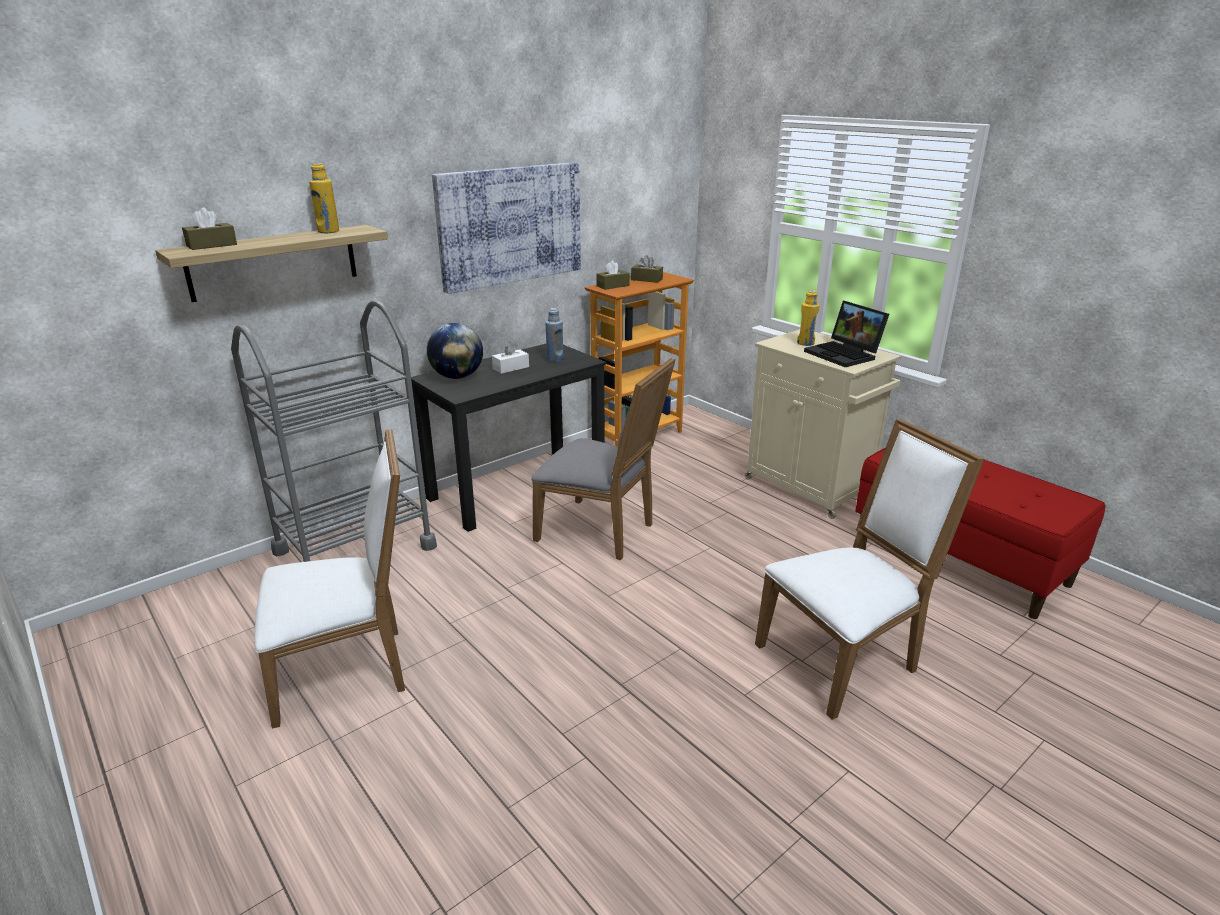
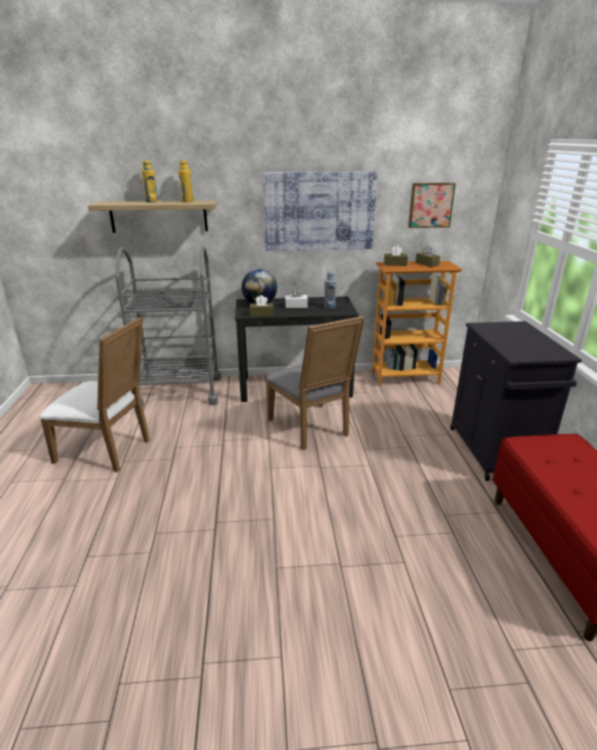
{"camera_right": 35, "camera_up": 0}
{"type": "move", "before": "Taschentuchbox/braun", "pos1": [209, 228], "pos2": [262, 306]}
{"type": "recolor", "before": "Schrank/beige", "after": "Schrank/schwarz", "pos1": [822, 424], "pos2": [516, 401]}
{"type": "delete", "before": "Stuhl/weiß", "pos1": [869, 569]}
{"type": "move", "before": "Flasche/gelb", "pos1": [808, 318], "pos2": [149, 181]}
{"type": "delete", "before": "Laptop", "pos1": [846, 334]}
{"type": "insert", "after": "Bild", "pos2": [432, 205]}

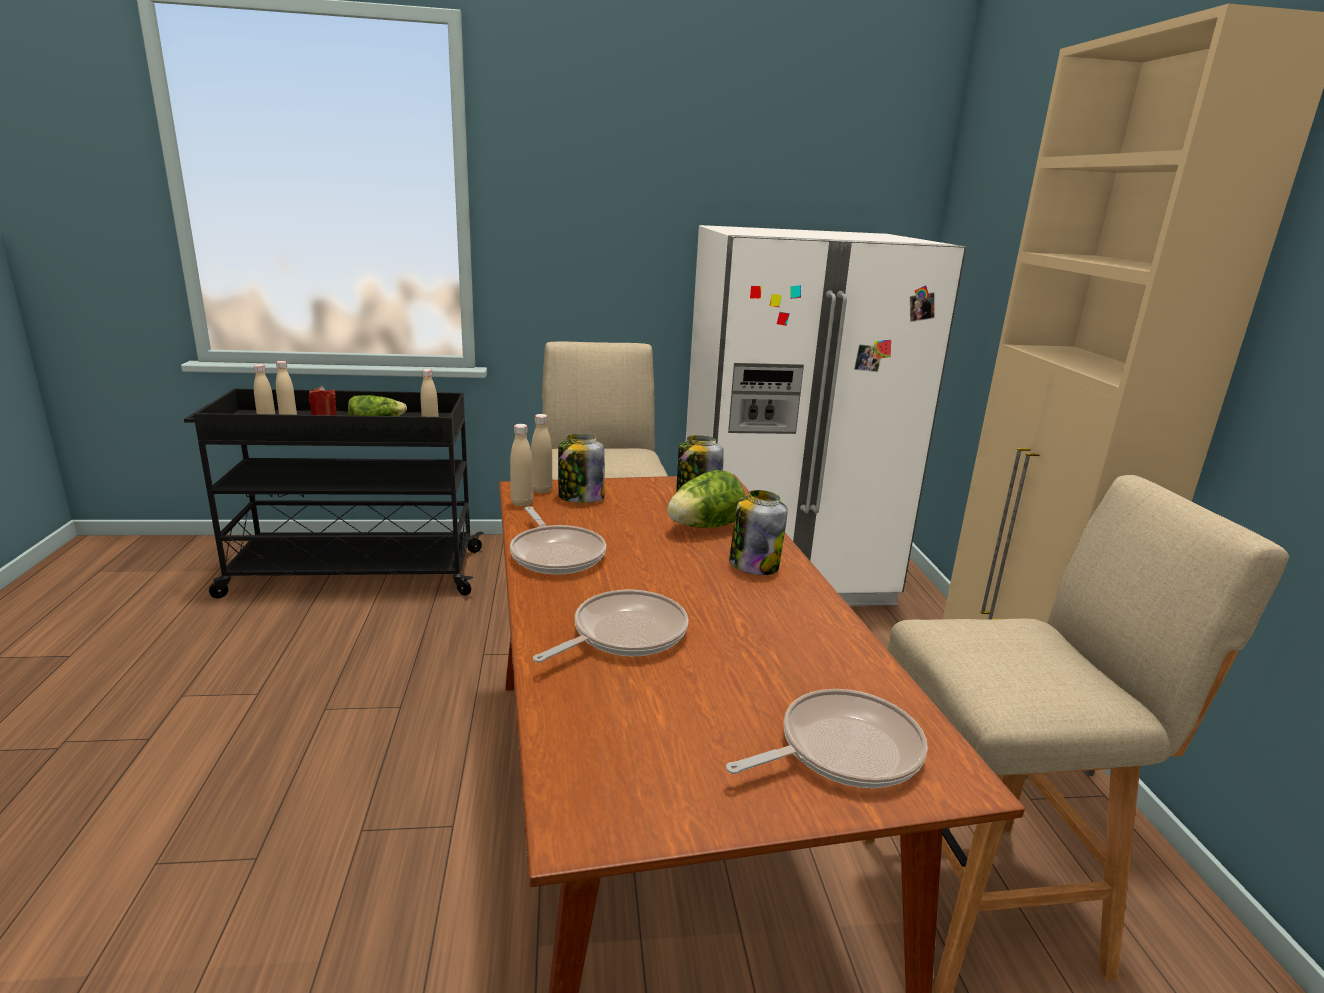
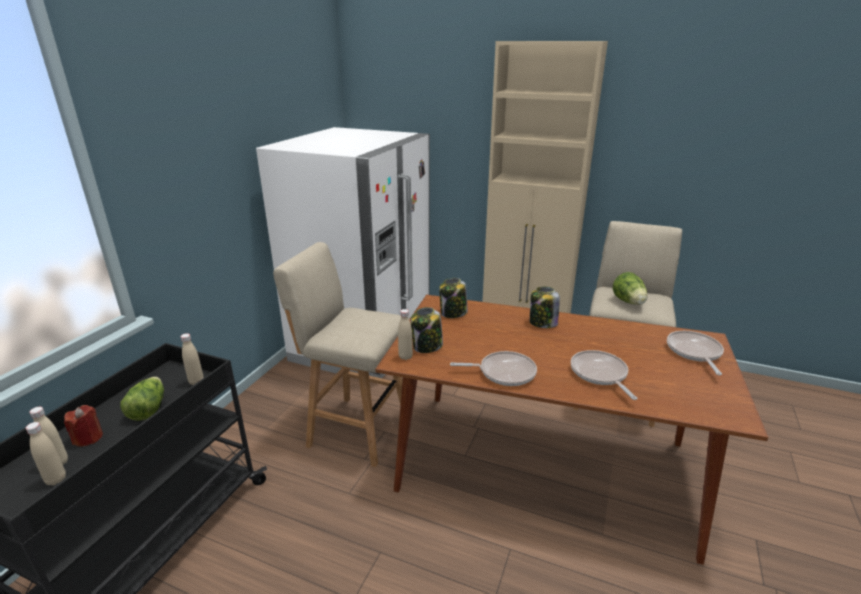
{"camera_right": -60, "camera_up": 5}
{"type": "delete", "before": "Flasche/beige", "pos1": [521, 465]}
{"type": "move", "before": "Salatkopf", "pos1": [706, 499], "pos2": [630, 288]}

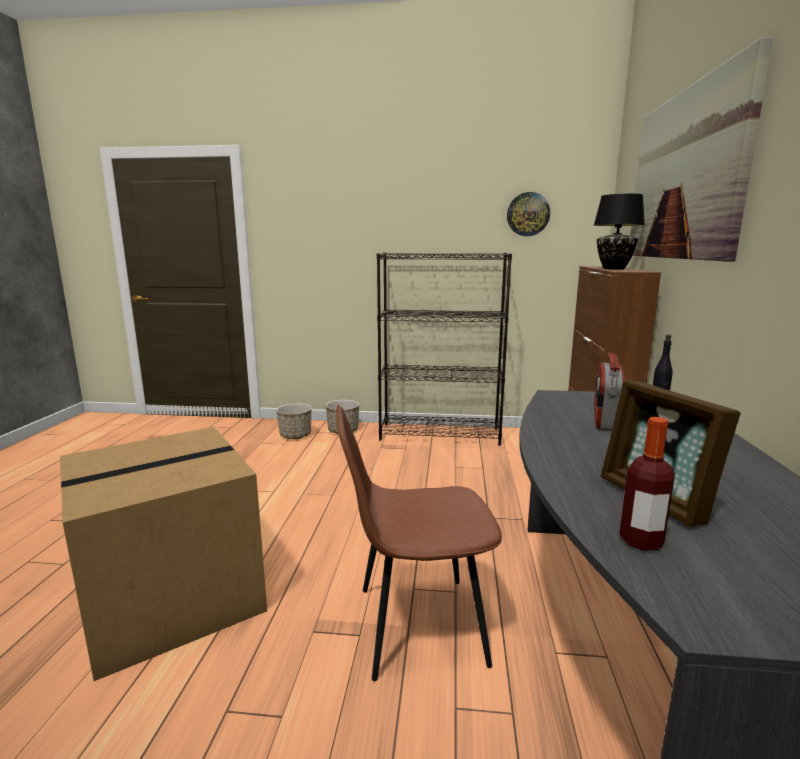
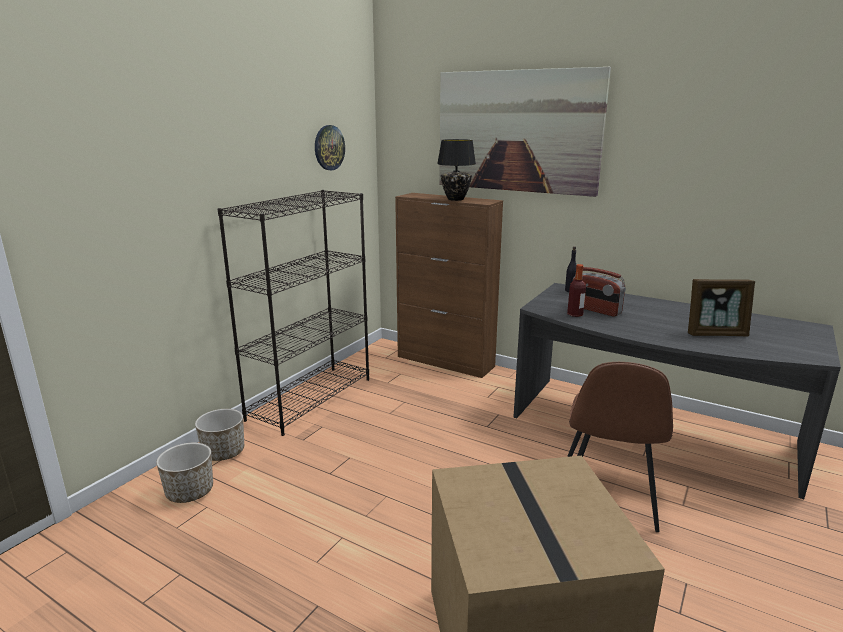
{"camera_right": -65, "camera_up": 5}
{"type": "move", "before": "Flasche", "pos1": [647, 484], "pos2": [576, 290]}

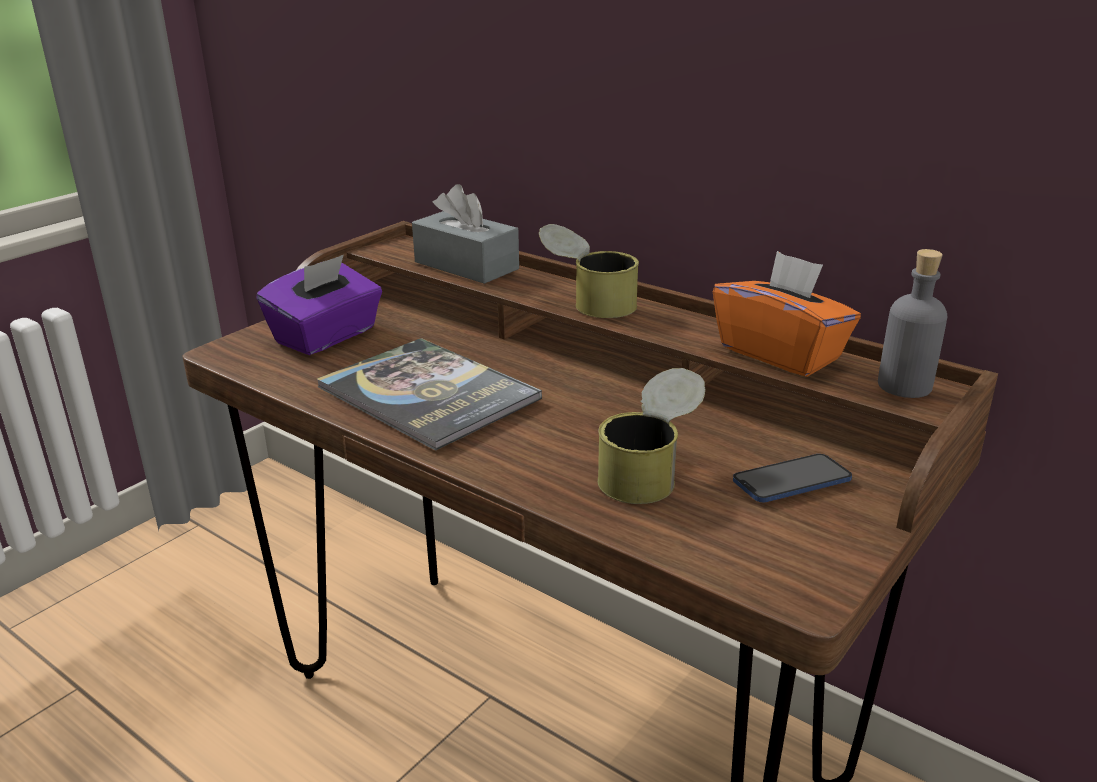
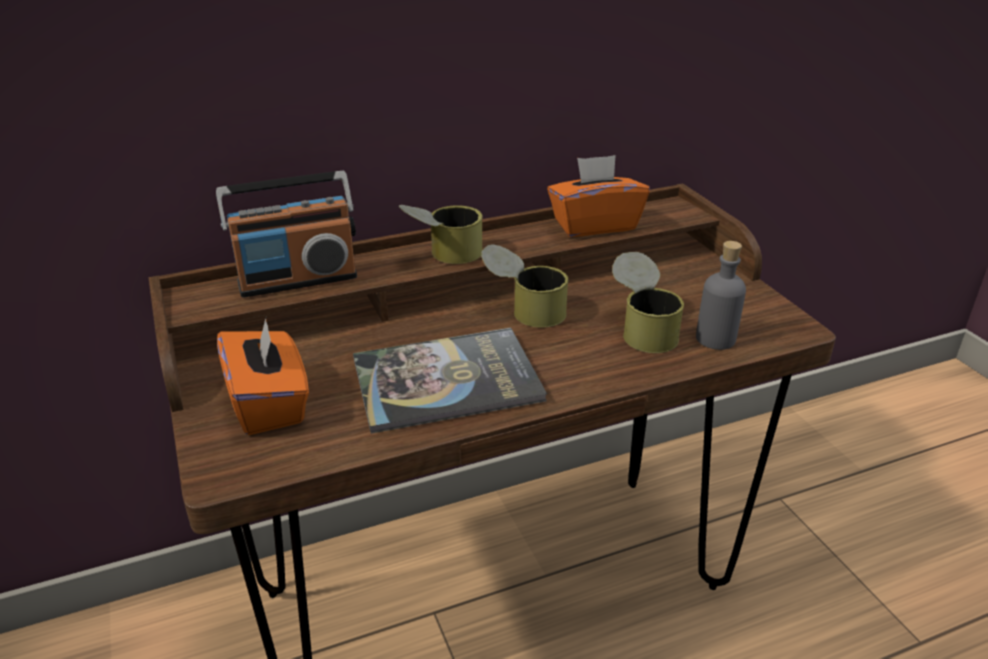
{"camera_right": -60, "camera_up": 5}
{"type": "recolor", "before": "Taschentuchbox/lila", "after": "Taschentuchbox/orange", "pos1": [319, 305], "pos2": [263, 376]}
{"type": "replace", "before": "Taschentuchbox/grau", "after": "Radio", "pos1": [465, 234], "pos2": [286, 234]}
{"type": "delete", "before": "Handy", "pos1": [792, 478]}
{"type": "move", "before": "Flasche/grau", "pos1": [912, 323], "pos2": [721, 295]}
{"type": "insert", "after": "Dose", "pos2": [525, 286]}

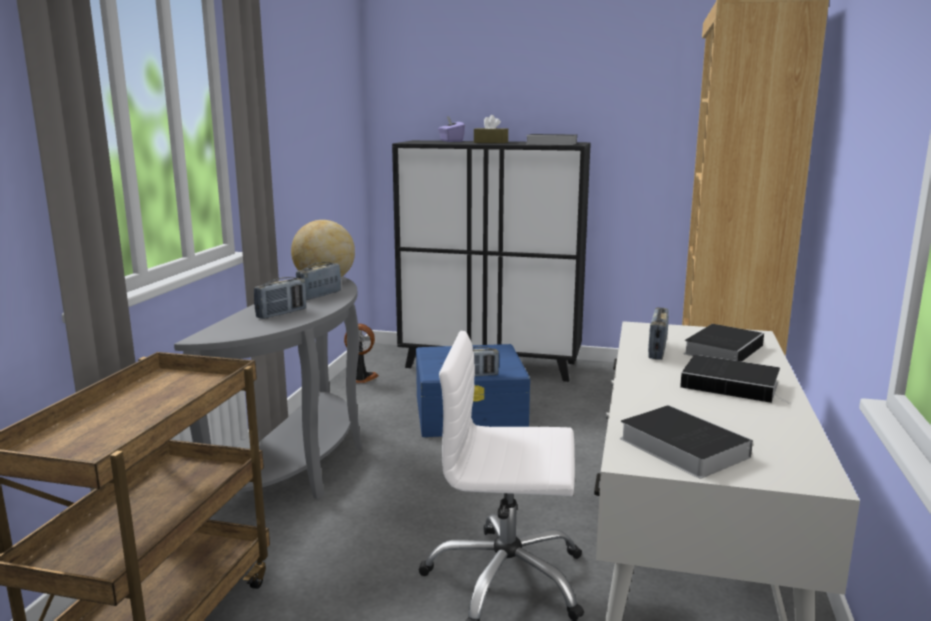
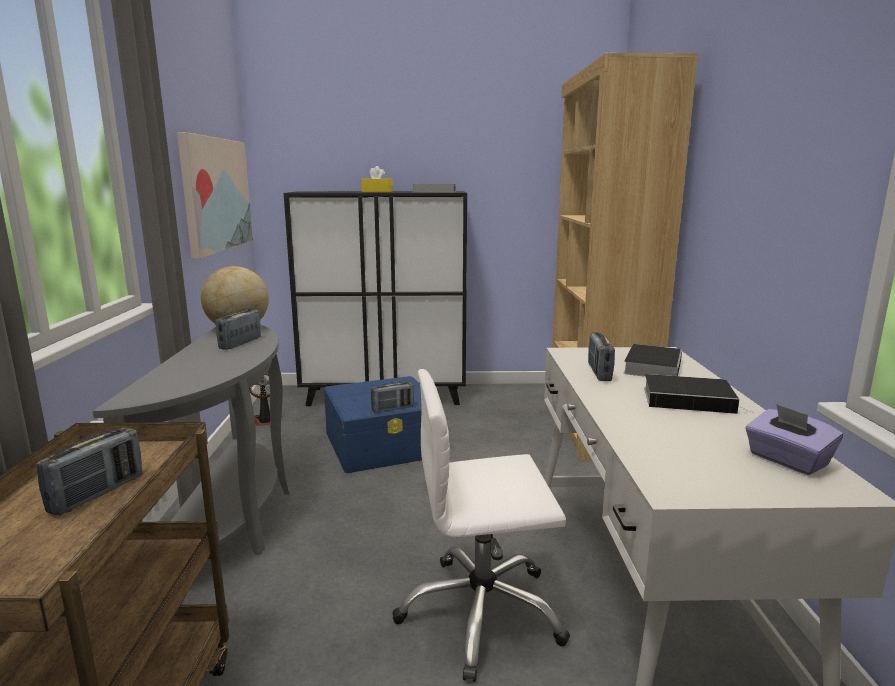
{"camera_right": -15, "camera_up": 0}
{"type": "move", "before": "Radio", "pos1": [280, 298], "pos2": [89, 472]}
{"type": "move", "before": "Taschentuchbox/lila", "pos1": [451, 129], "pos2": [794, 439]}
{"type": "recolor", "before": "Taschentuchbox/braun", "after": "Taschentuchbox/gelb", "pos1": [491, 129], "pos2": [377, 179]}
{"type": "delete", "before": "Buch", "pos1": [686, 441]}
{"type": "insert", "after": "Bild", "pos2": [215, 195]}

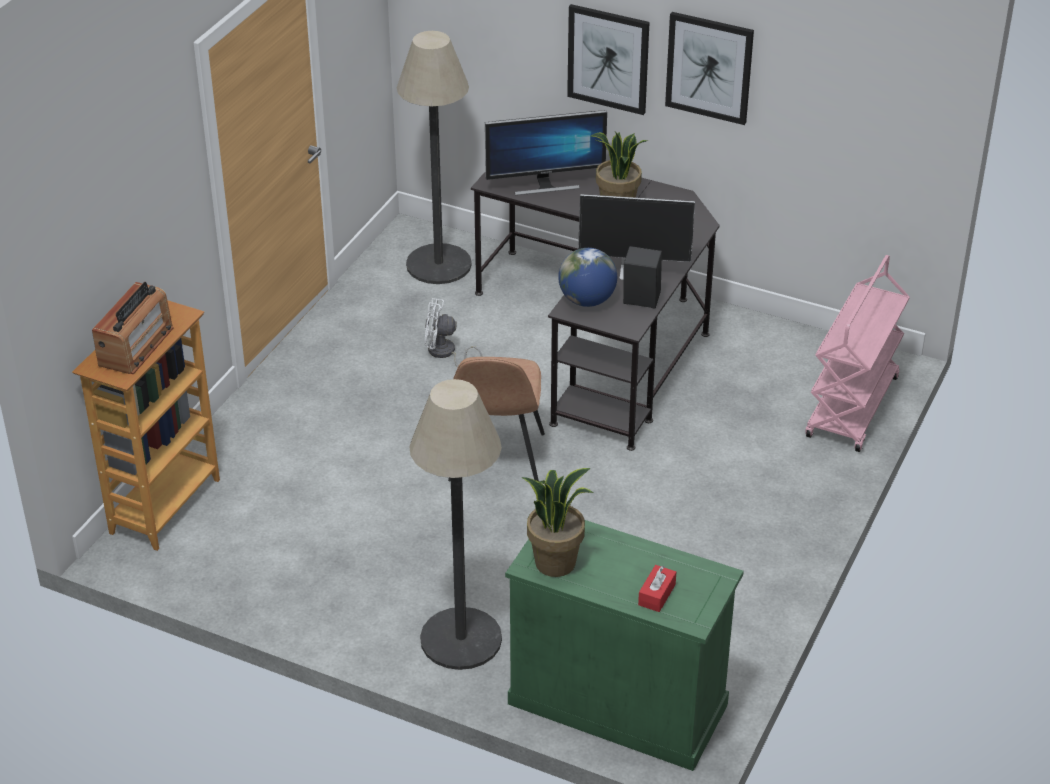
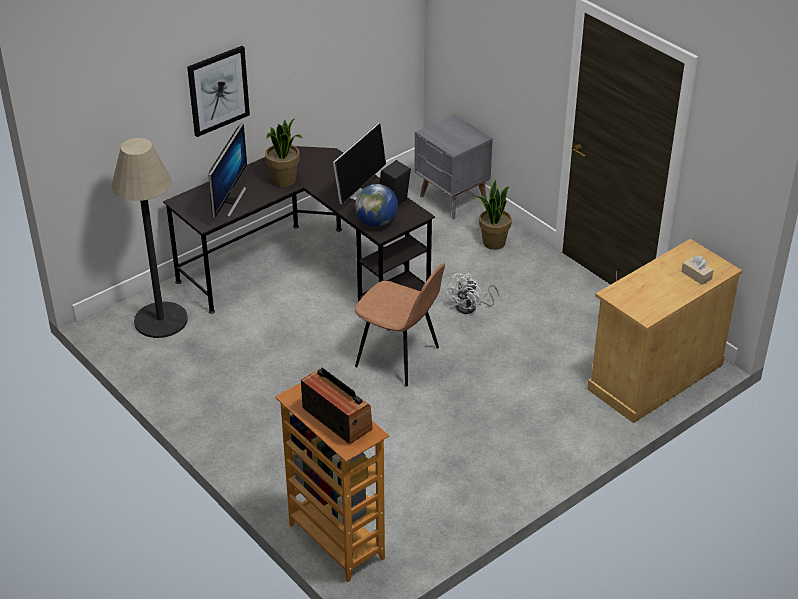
{"camera_right": -65, "camera_up": 0}
{"type": "delete", "before": "Stehlampe", "pos1": [455, 524]}
{"type": "move", "before": "Ventilator/weiß", "pos1": [453, 333], "pos2": [472, 293]}
{"type": "recolor", "before": "Schrank/grün", "after": "Schrank/beige", "pos1": [624, 645], "pos2": [664, 331]}
{"type": "move", "before": "Topfpflanze", "pos1": [557, 522], "pos2": [494, 215]}
{"type": "recolor", "before": "Taschentuchbox/rot", "after": "Taschentuchbox/beige", "pos1": [657, 588], "pos2": [697, 270]}
{"type": "delete", "before": "Bild", "pos1": [709, 68]}
{"type": "replace", "before": "Rollwagen/rosa", "after": "Nachttisch/grau", "pos1": [857, 353], "pos2": [454, 166]}

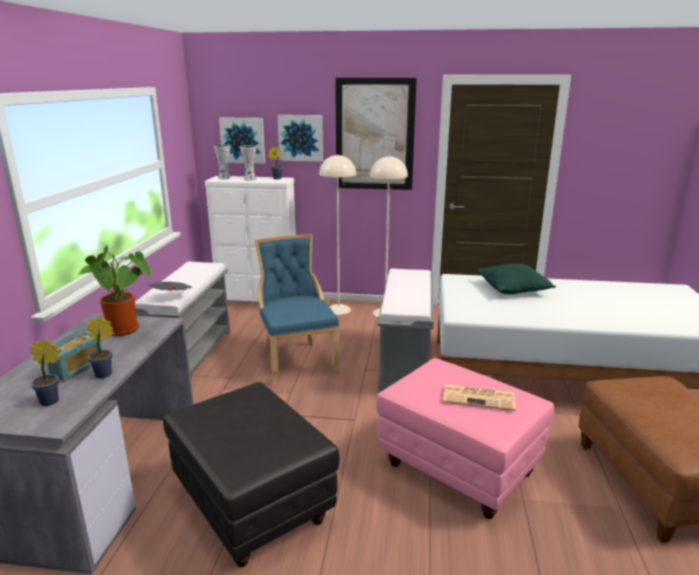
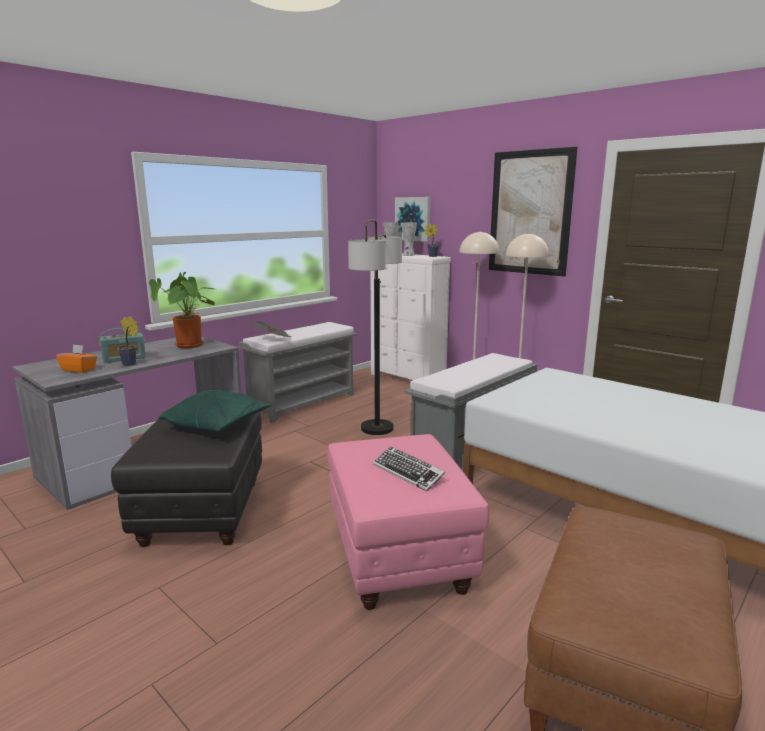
{"camera_right": 35, "camera_up": -5}
{"type": "replace", "before": "Topfpflanze", "after": "Taschentuchbox/orange", "pos1": [45, 372], "pos2": [76, 358]}
{"type": "replace", "before": "Stuhl/blau", "after": "Stehlampe", "pos1": [297, 310], "pos2": [375, 327]}
{"type": "delete", "before": "Bild", "pos1": [300, 138]}
{"type": "replace", "before": "Zeitung", "after": "Tastatur", "pos1": [479, 397], "pos2": [409, 469]}
{"type": "move", "before": "Kissen/grün", "pos1": [516, 279], "pos2": [214, 411]}

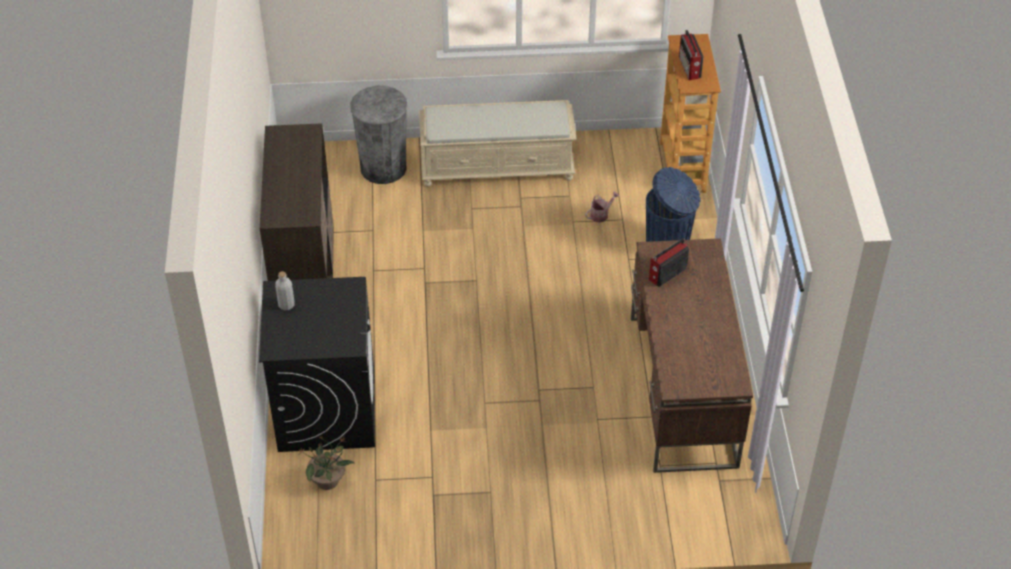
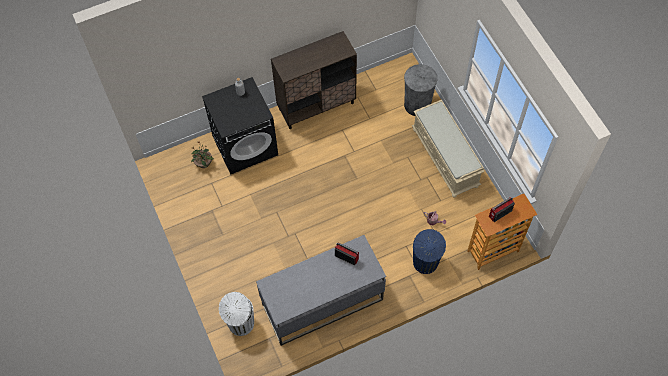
{"camera_right": 70, "camera_up": 15}
{"type": "recolor", "before": "Schreibtisch/braun", "after": "Schreibtisch/grau", "pos1": [692, 355], "pos2": [321, 290]}
{"type": "insert", "after": "Mülleimer/weiß", "pos2": [236, 314]}

